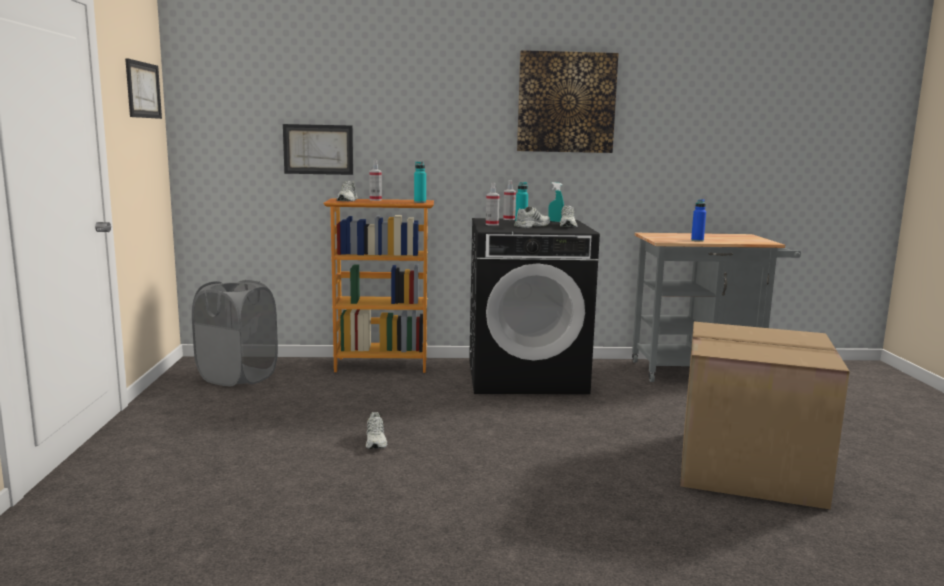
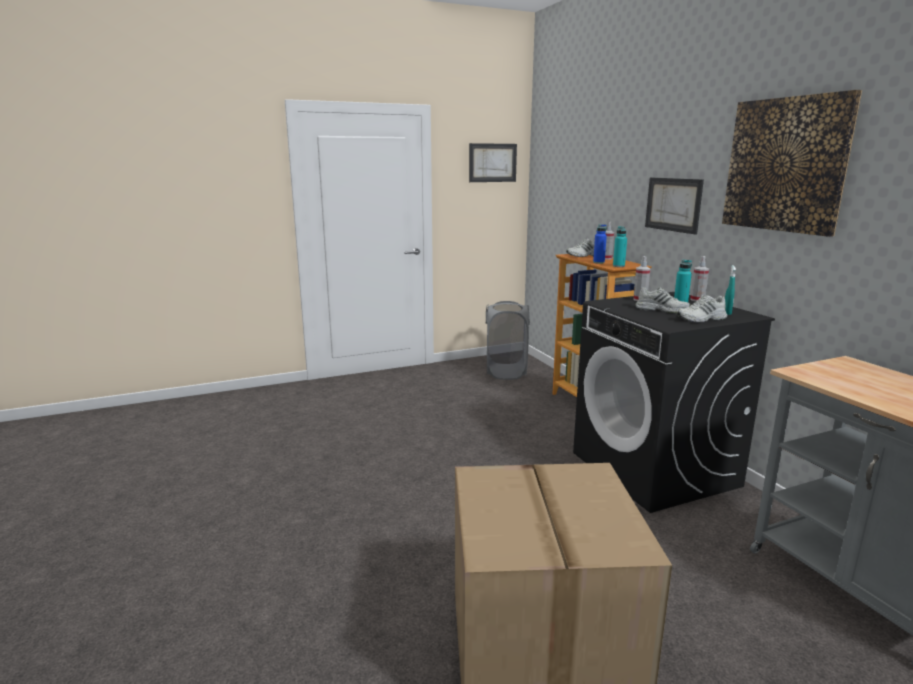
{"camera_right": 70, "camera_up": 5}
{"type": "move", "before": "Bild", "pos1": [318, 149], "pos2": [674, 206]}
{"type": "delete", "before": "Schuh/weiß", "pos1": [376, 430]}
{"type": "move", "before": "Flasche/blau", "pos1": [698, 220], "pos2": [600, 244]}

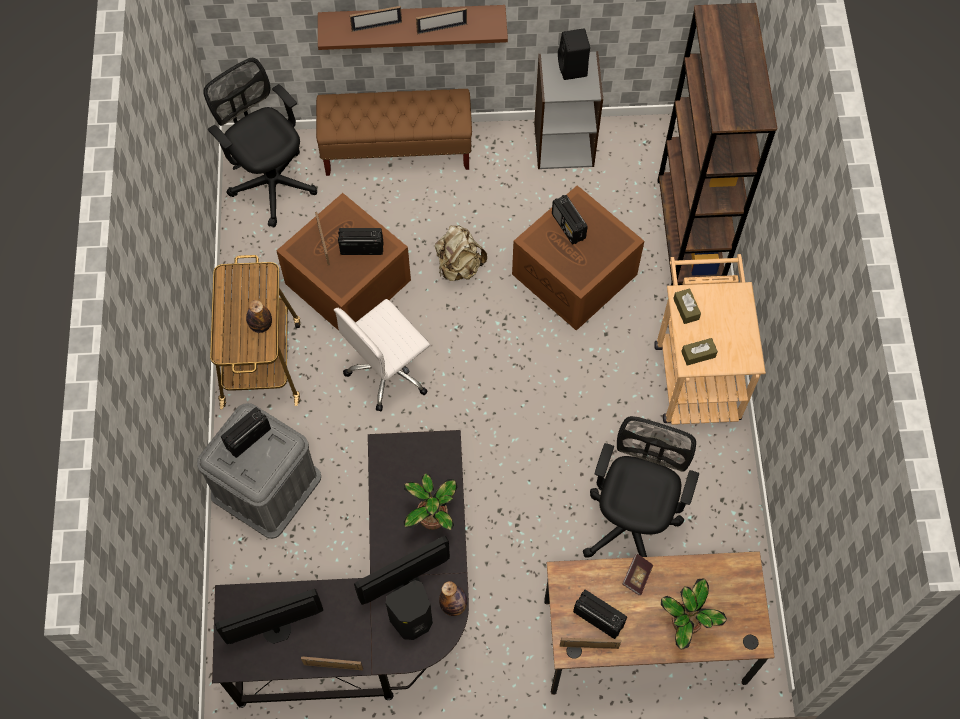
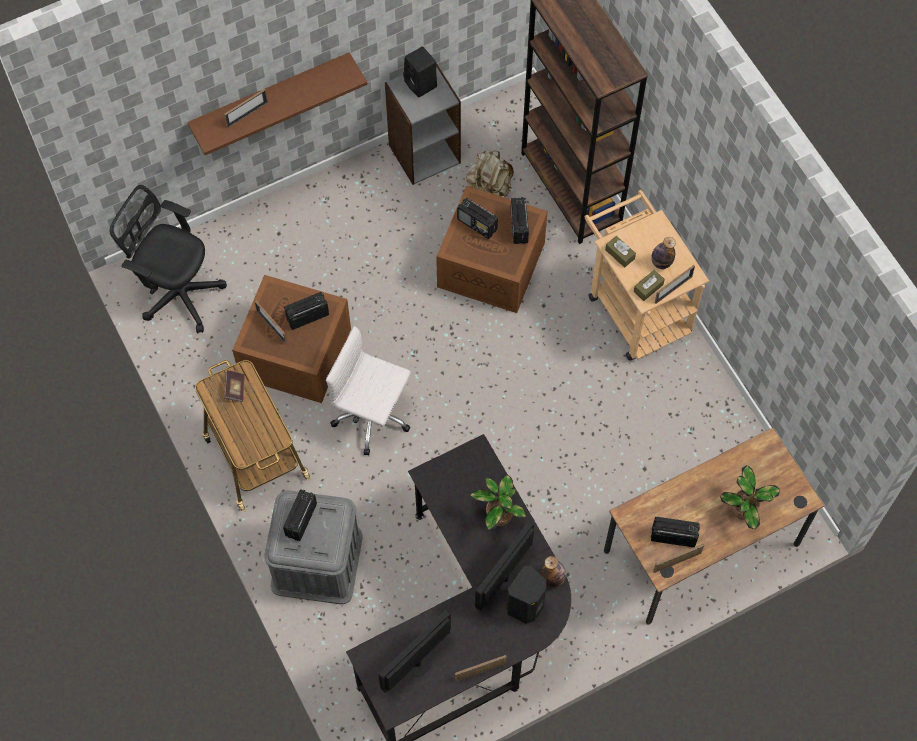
{"camera_right": -25, "camera_up": 0}
{"type": "move", "before": "Flasche", "pos1": [259, 316], "pos2": [663, 253]}
{"type": "delete", "before": "Bank/braun", "pos1": [394, 132]}
{"type": "rotate", "before": "Bürostuhl/weiß", "pos1": [382, 355], "pos2": [368, 390], "turn": 90}
{"type": "move", "before": "Bilderrahmen", "pos1": [441, 21], "pos2": [675, 284]}
{"type": "move", "before": "Rucksack/beige", "pos1": [461, 253], "pos2": [490, 173]}
{"type": "delete", "before": "Bürostuhl/schwarz", "pos1": [641, 487]}
{"type": "move", "before": "Buch", "pos1": [637, 574], "pos2": [234, 386]}
{"type": "insert", "after": "Radio", "pos2": [519, 220]}

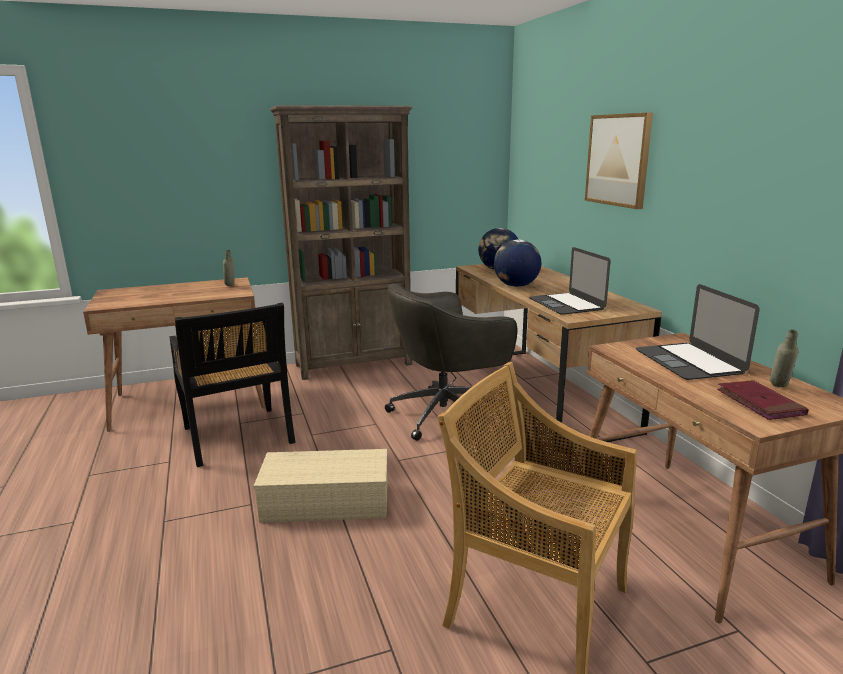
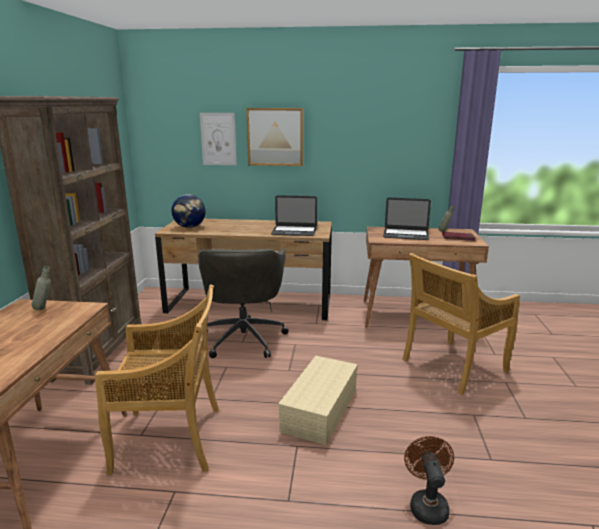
{"camera_right": -65, "camera_up": 0}
{"type": "recolor", "before": "Stuhl/schwarz", "after": "Stuhl/beige", "pos1": [233, 385], "pos2": [157, 379]}
{"type": "delete", "before": "Globus", "pos1": [517, 263]}
{"type": "insert", "after": "Bild", "pos2": [218, 139]}
{"type": "insert", "after": "Ventilator/braun", "pos2": [429, 480]}

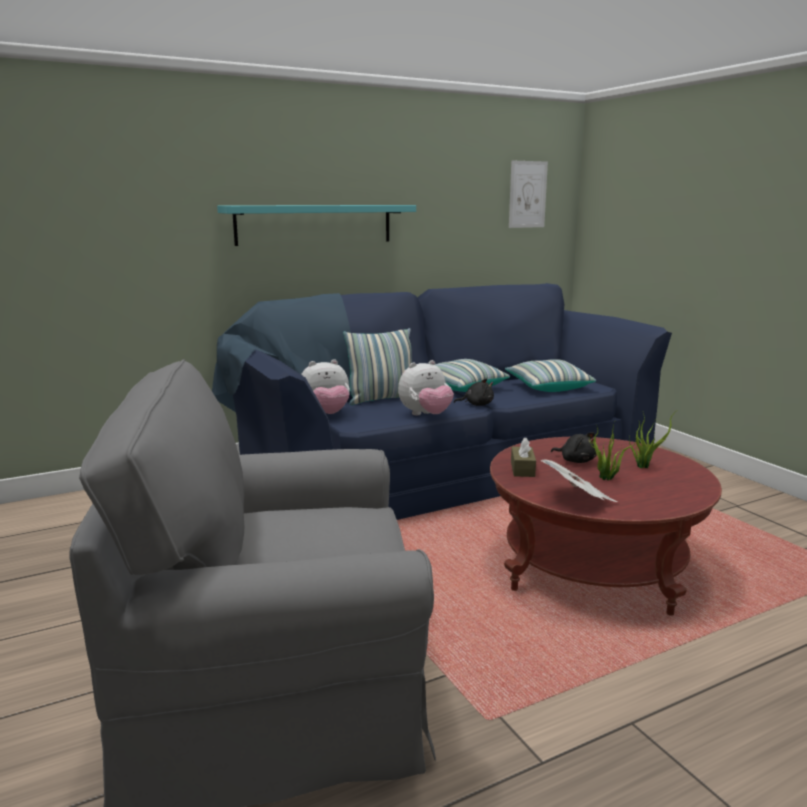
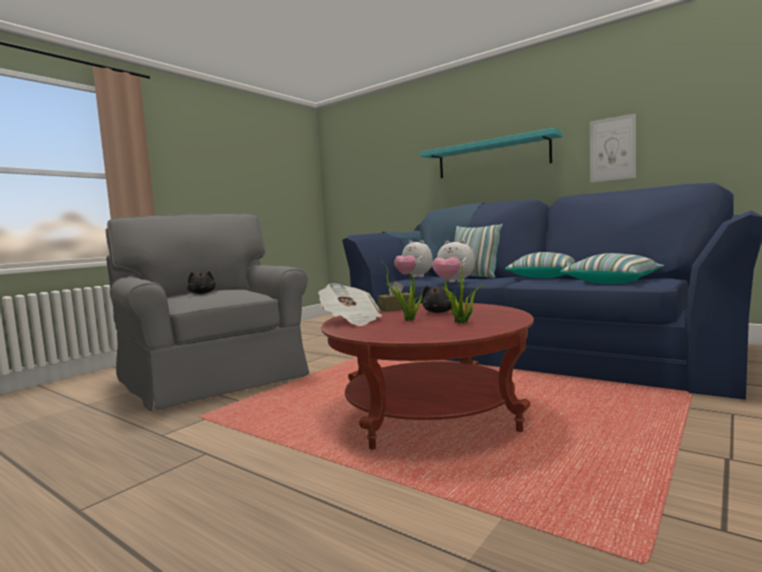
{"camera_right": 65, "camera_up": -10}
{"type": "move", "before": "Plüschtier/schwarz", "pos1": [474, 392], "pos2": [201, 282]}
{"type": "move", "before": "Bild", "pos1": [528, 194], "pos2": [613, 148]}

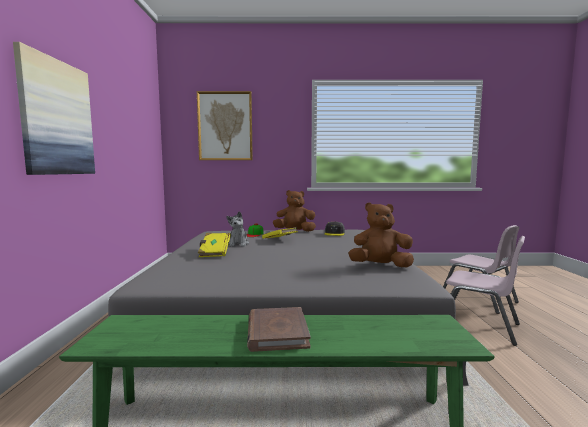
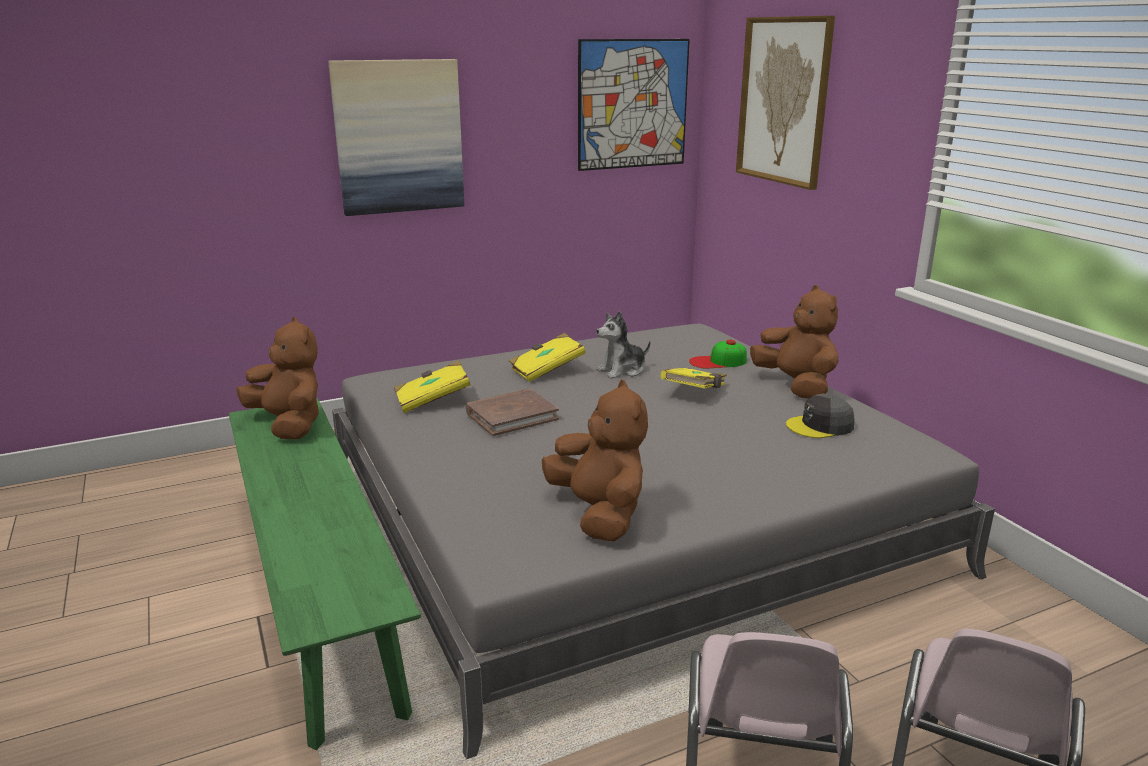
{"camera_right": 65, "camera_up": 15}
{"type": "move", "before": "Buch/braun", "pos1": [279, 329], "pos2": [512, 412]}
{"type": "insert", "after": "Plüschtier/braun", "pos2": [277, 378]}
{"type": "insert", "after": "Buch/gelb", "pos2": [432, 386]}
{"type": "insert", "after": "Bild", "pos2": [634, 105]}

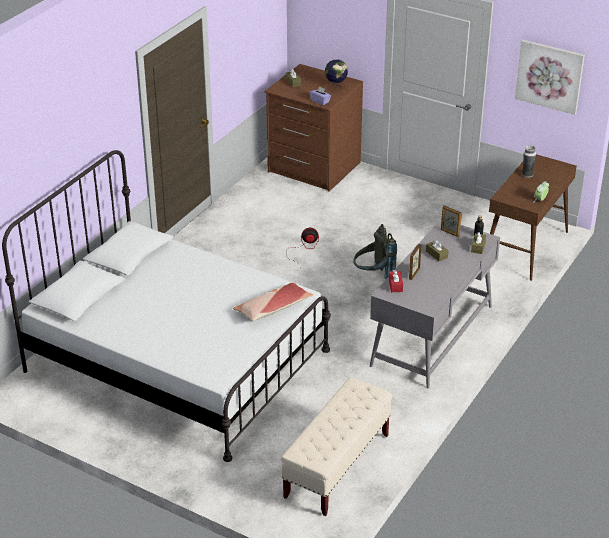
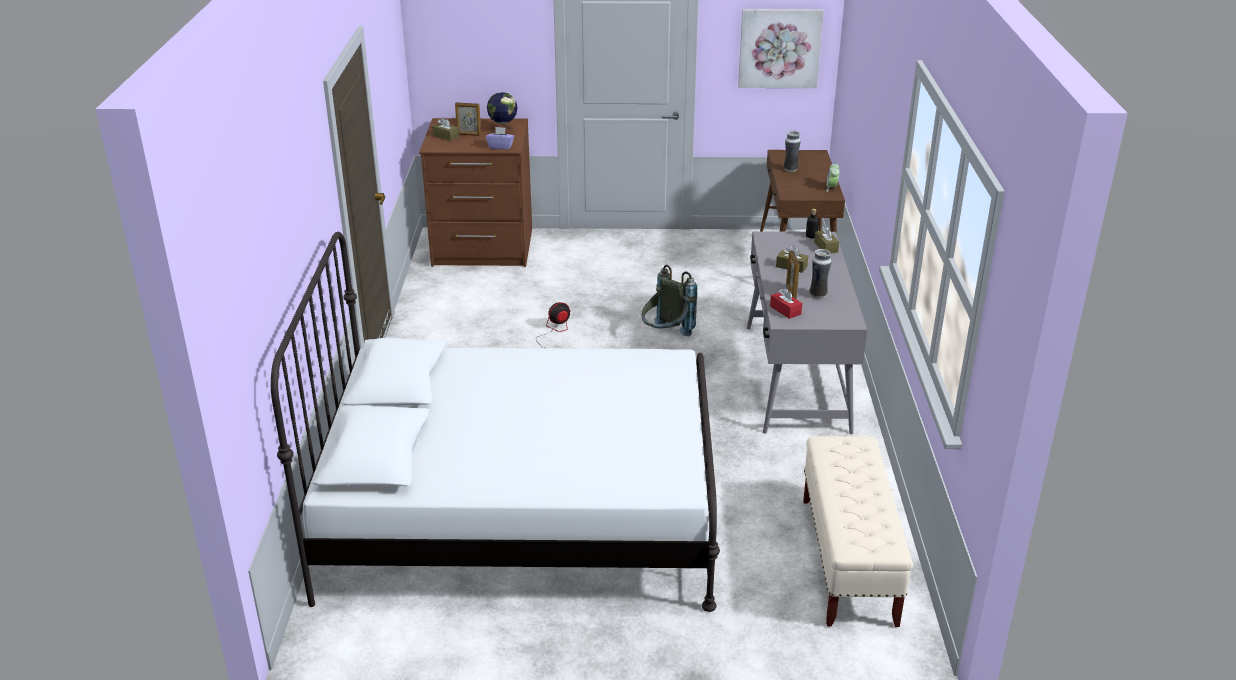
{"camera_right": -30, "camera_up": -5}
{"type": "delete", "before": "Kissen", "pos1": [273, 301]}
{"type": "move", "before": "Bilderrahmen", "pos1": [451, 221], "pos2": [468, 119]}
{"type": "insert", "after": "Vase", "pos2": [820, 274]}

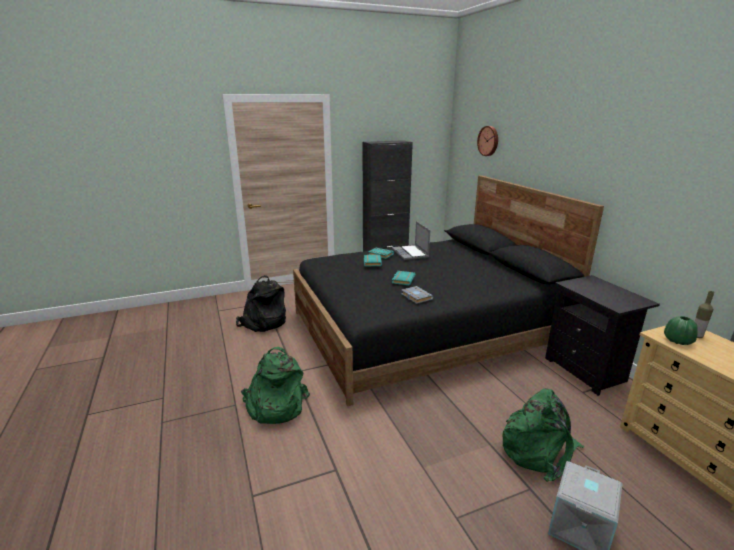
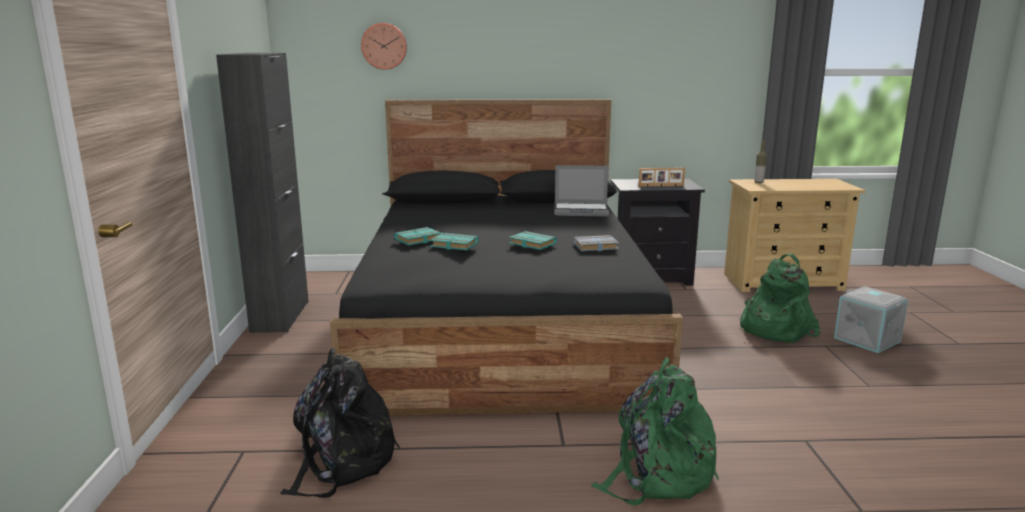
{"camera_right": -70, "camera_up": -5}
{"type": "move", "before": "Laptop", "pos1": [411, 240], "pos2": [581, 191]}
{"type": "delete", "before": "Vase/grün", "pos1": [681, 330]}
{"type": "insert", "after": "Bilderrahmen", "pos2": [662, 177]}

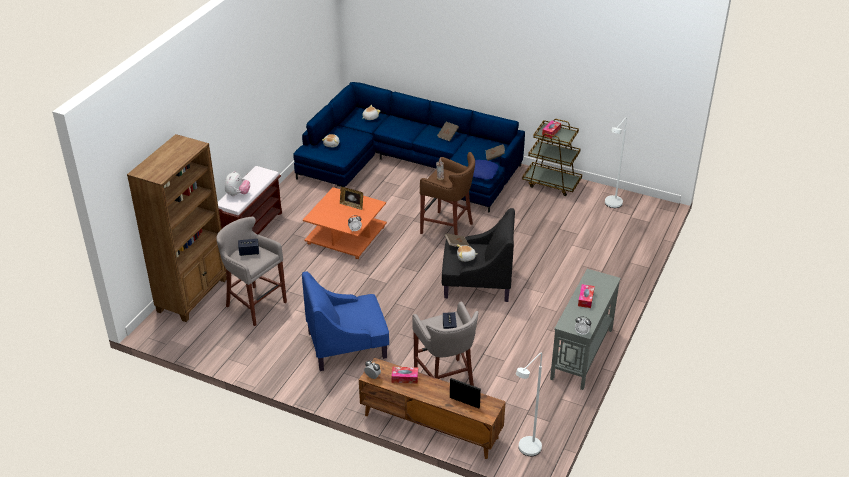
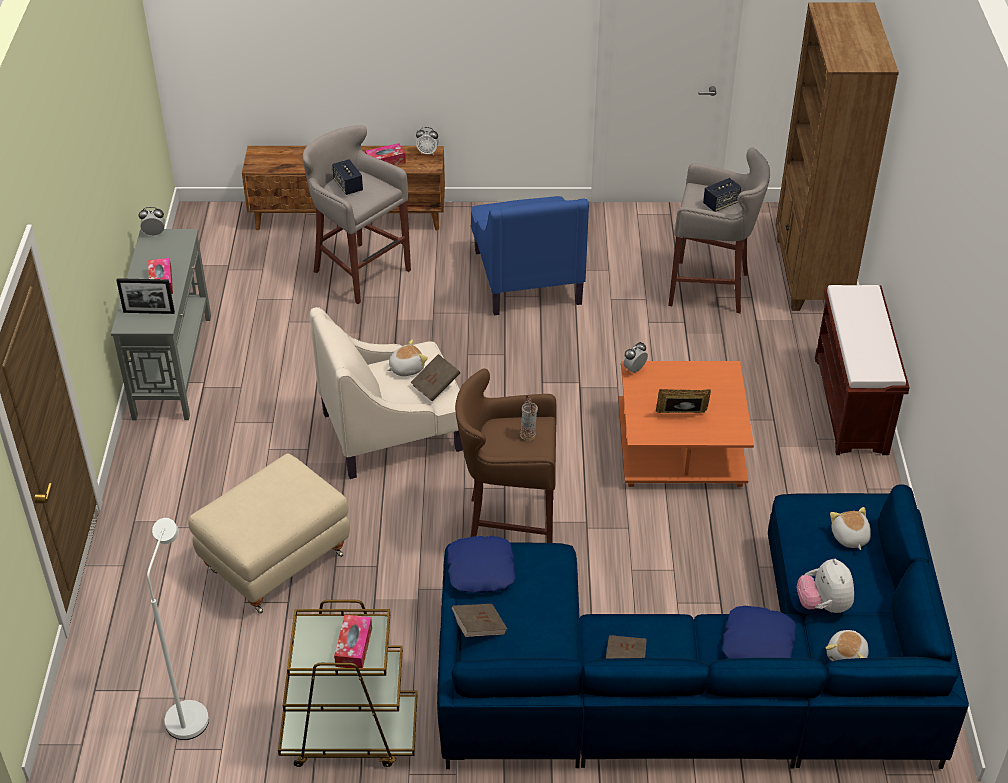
{"camera_right": 155, "camera_up": 5}
{"type": "move", "before": "Plüschtier", "pos1": [237, 184], "pos2": [825, 586]}
{"type": "rotate", "before": "Sessel/blau", "pos1": [345, 321], "pos2": [530, 255], "turn": 120}
{"type": "recolor", "before": "Sessel/schwarz", "after": "Sessel/beige", "pos1": [478, 255], "pos2": [386, 393]}
{"type": "move", "before": "Bilderrahmen", "pos1": [465, 393], "pos2": [145, 296]}
{"type": "delete", "before": "Stehlampe/weiß", "pos1": [529, 404]}
{"type": "insert", "after": "Polsterhocker/beige", "pos2": [269, 534]}
{"type": "insert", "after": "Kissen/blau", "pos2": [759, 632]}

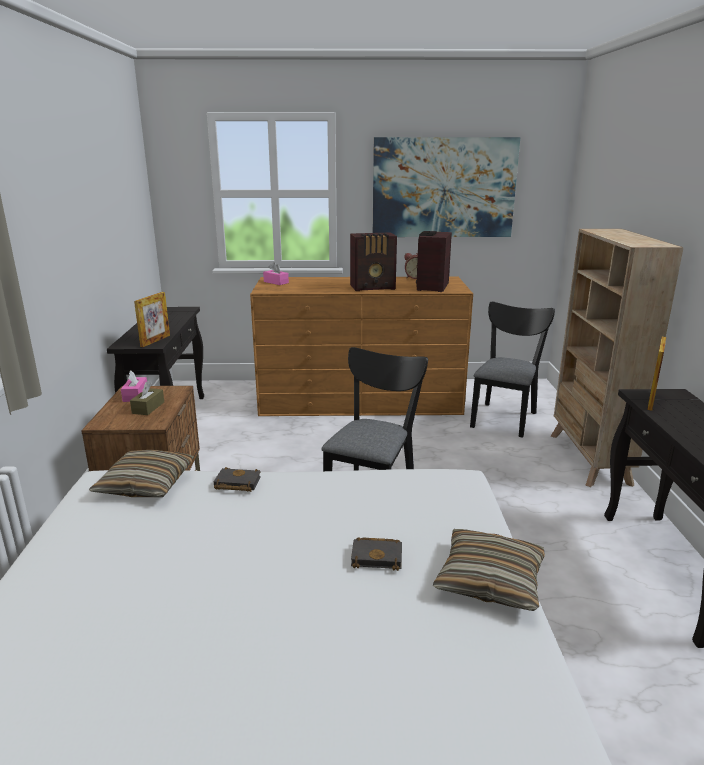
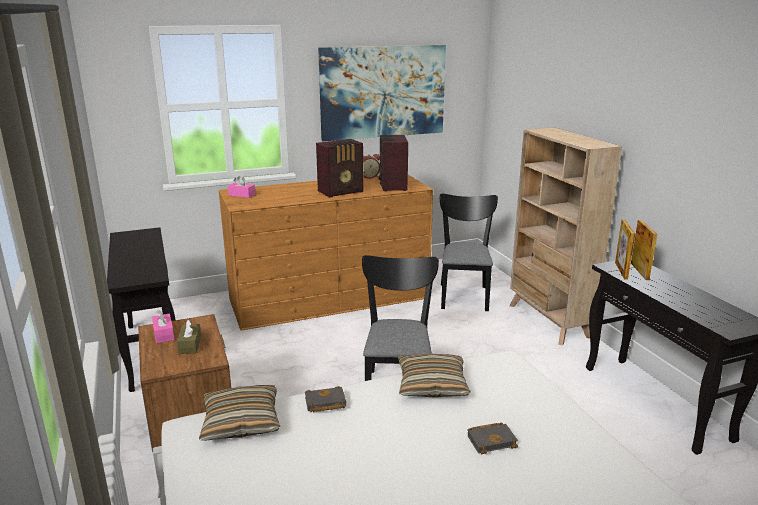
{"camera_right": -20, "camera_up": 0}
{"type": "move", "before": "Bilderrahmen", "pos1": [152, 319], "pos2": [644, 250]}
{"type": "move", "before": "Kissen", "pos1": [489, 570], "pos2": [434, 375]}

